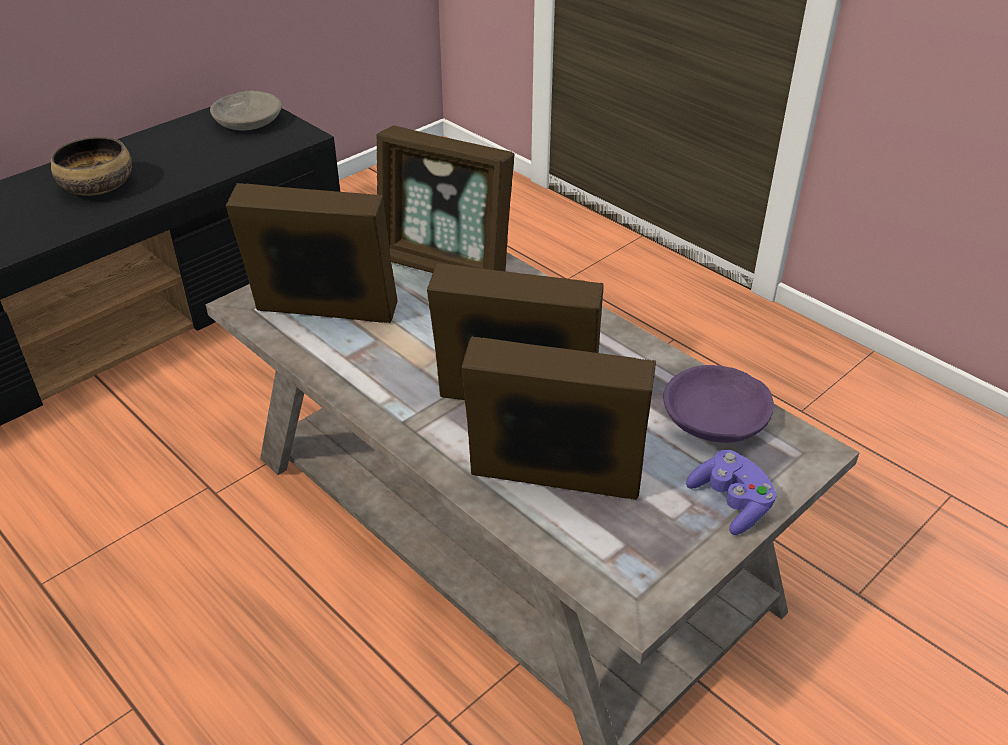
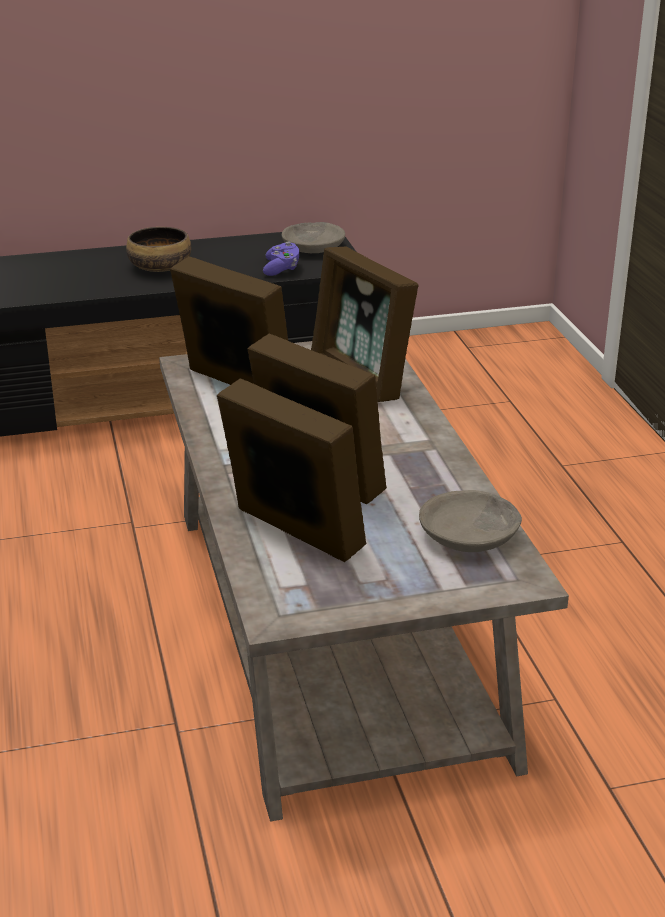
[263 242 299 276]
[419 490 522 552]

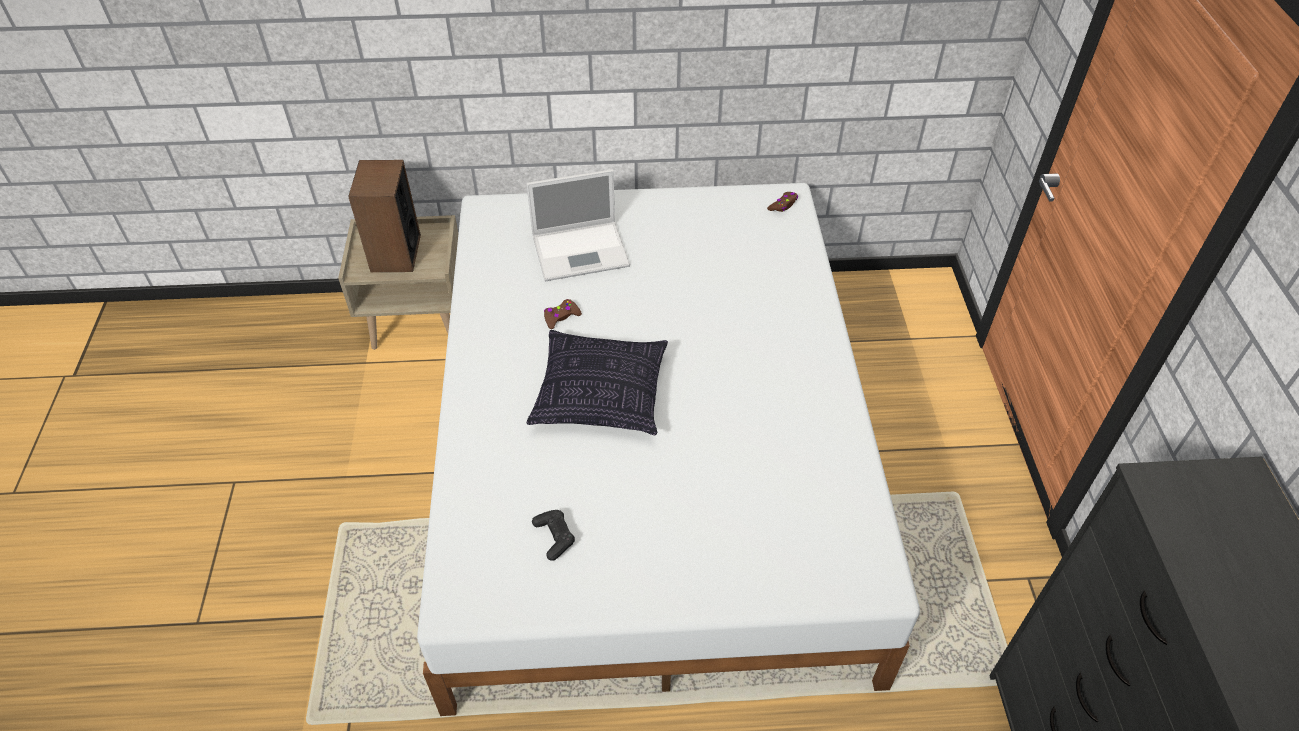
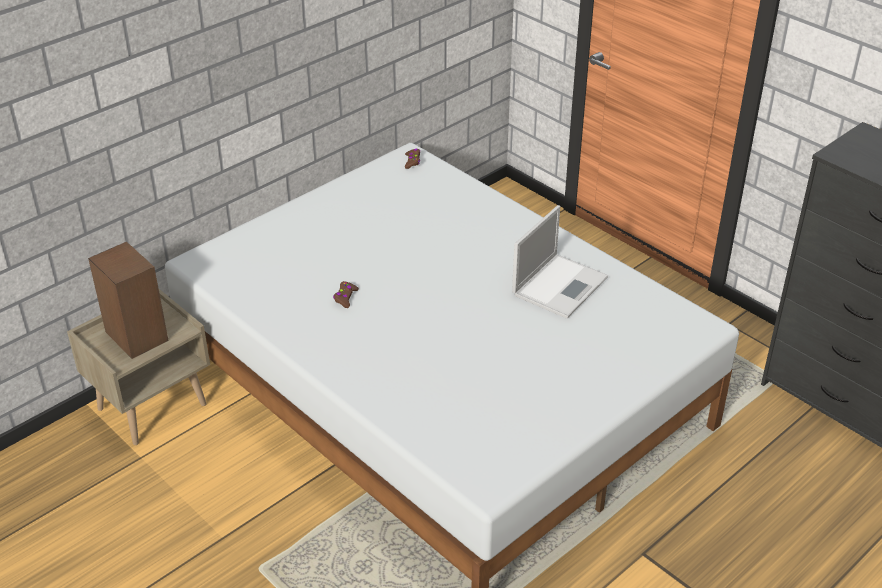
[512 205 608 319]
[527 330 668 435] (first image)
[532 510 575 561] (first image)

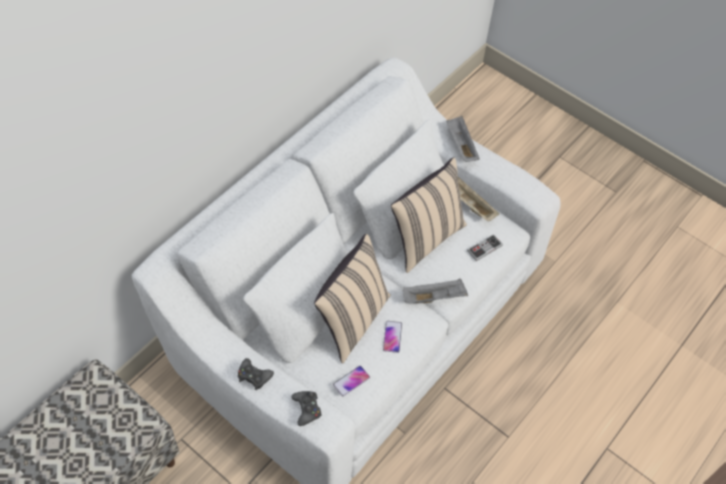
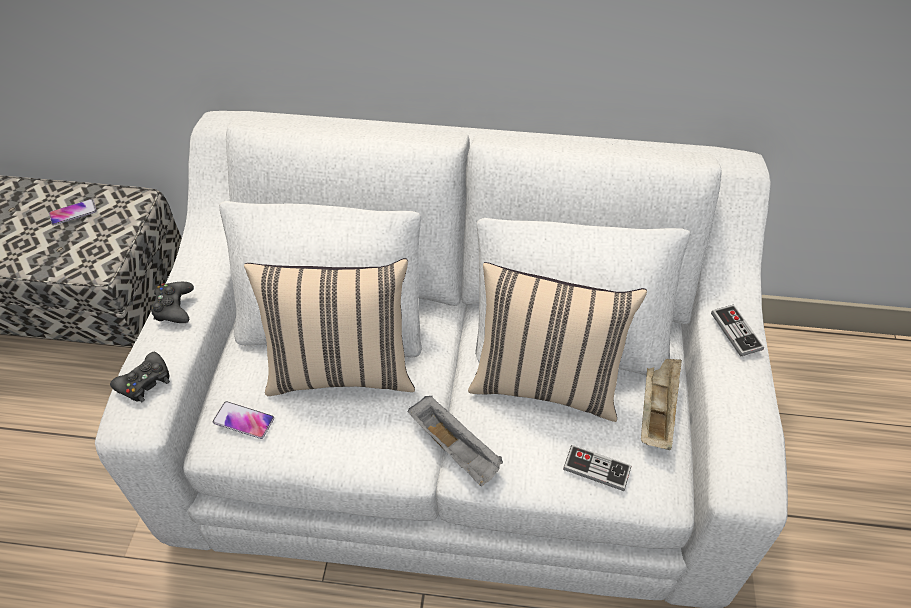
[49 199 97 225]
[711 304 764 357]

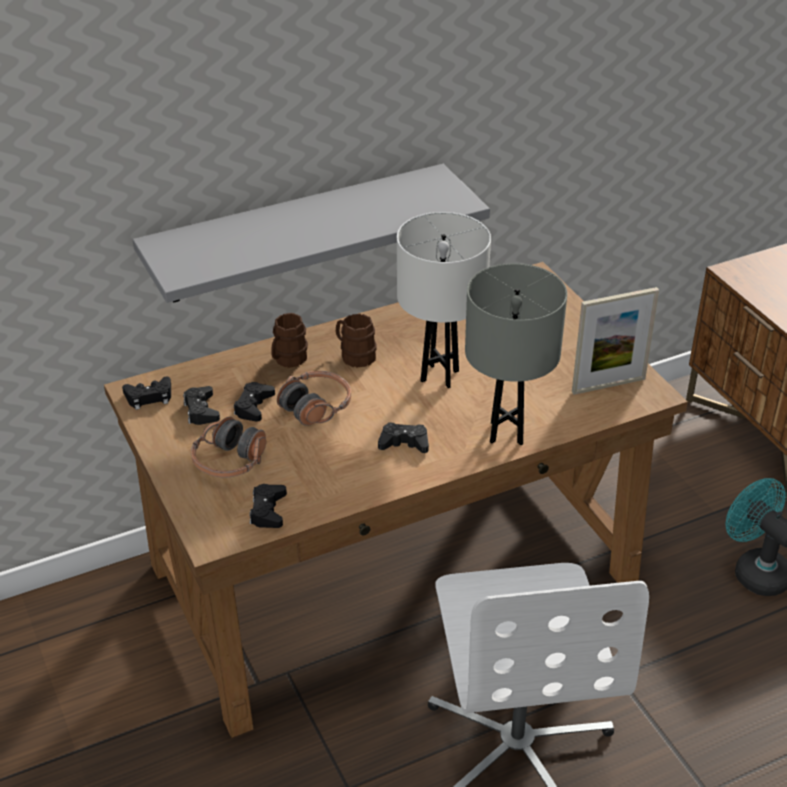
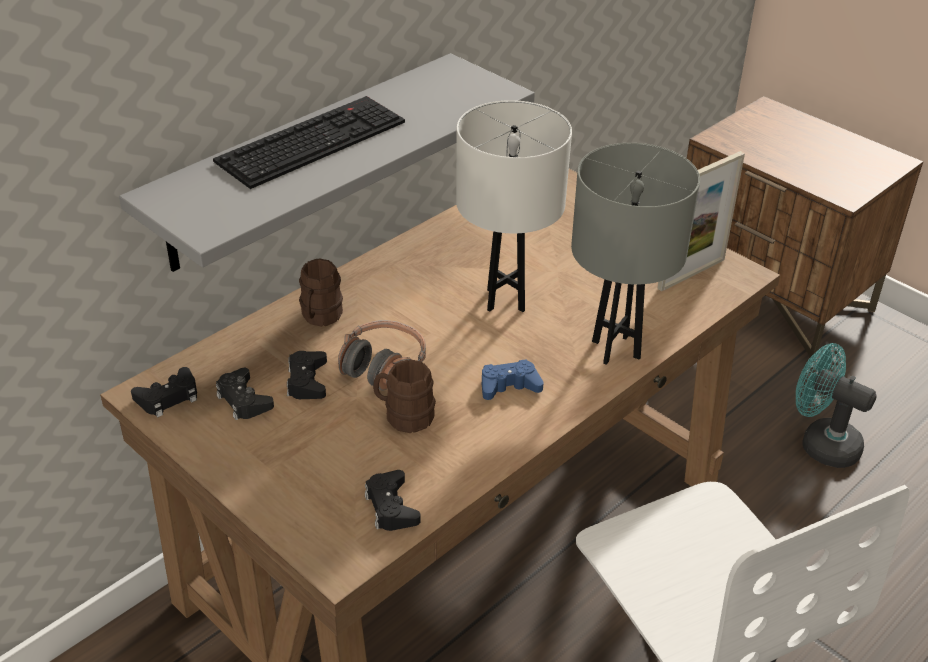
[213 96 405 189]
[373 359 436 433]
[482 359 544 400]
[191 417 266 477] (first image)

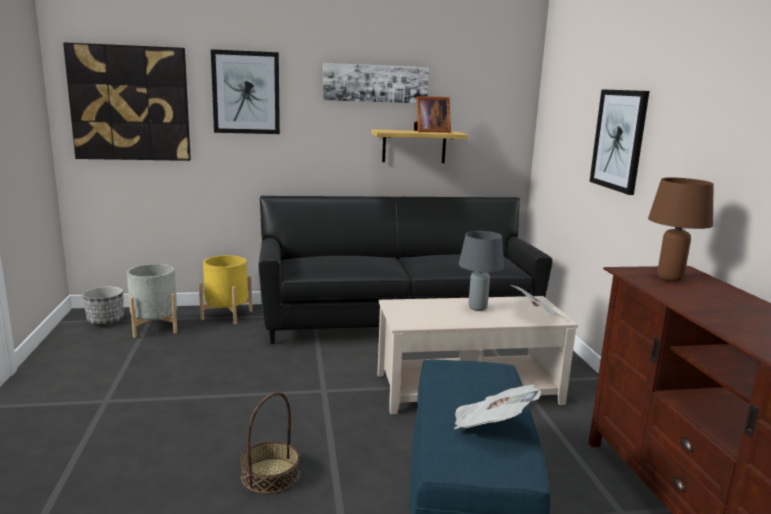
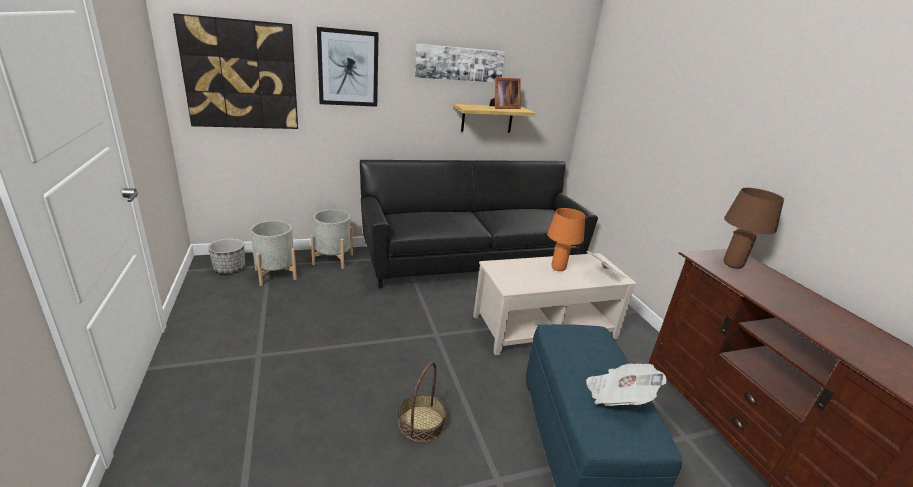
[311 210 353 269]
[547 208 585 271]
[589 89 649 195] (first image)

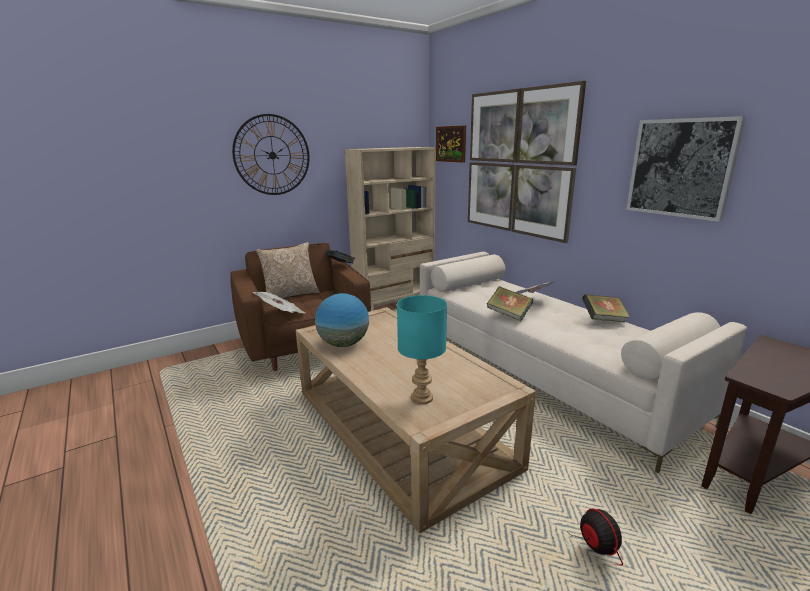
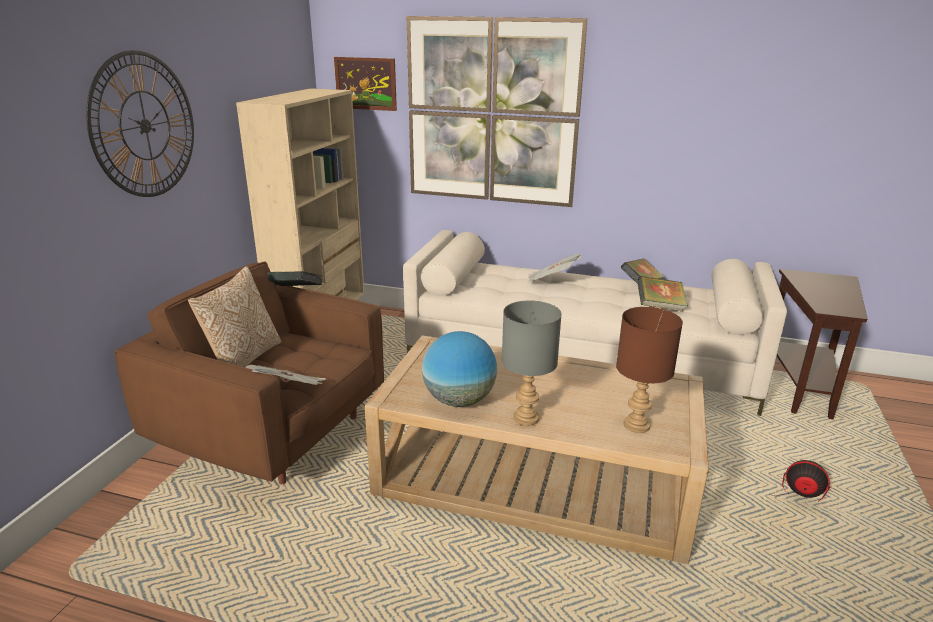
[502 301 562 426]
[616 307 683 433]
[637 276 688 312]
[626 116 746 222] (first image)

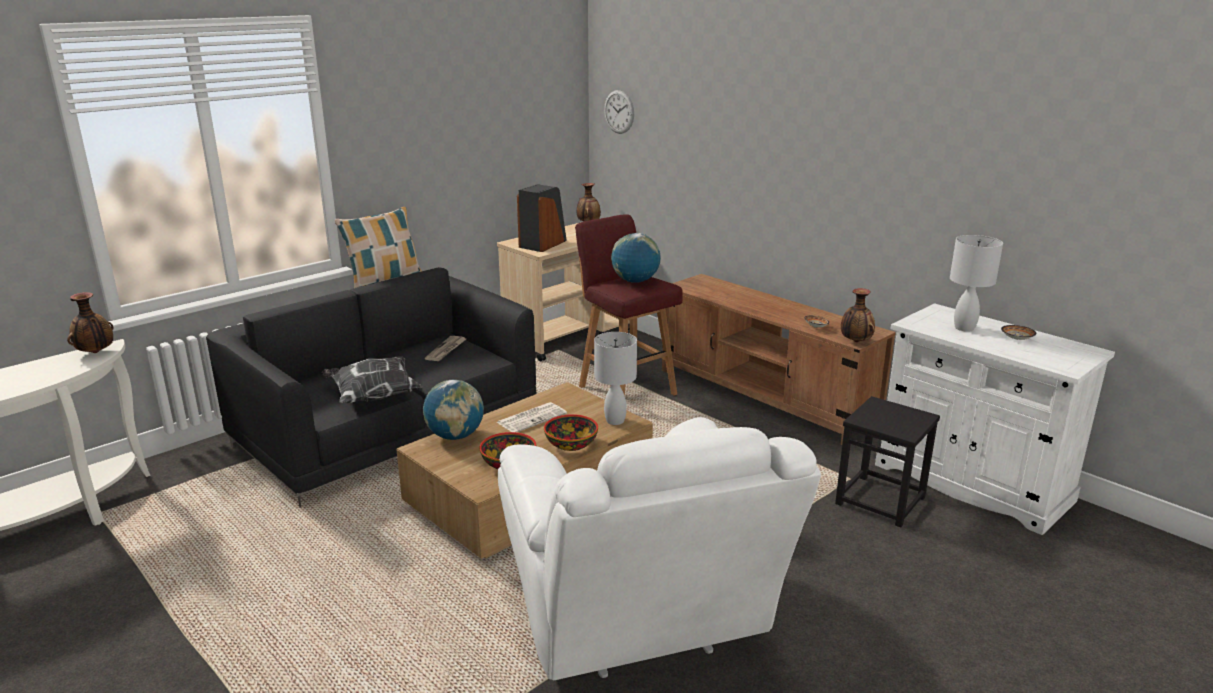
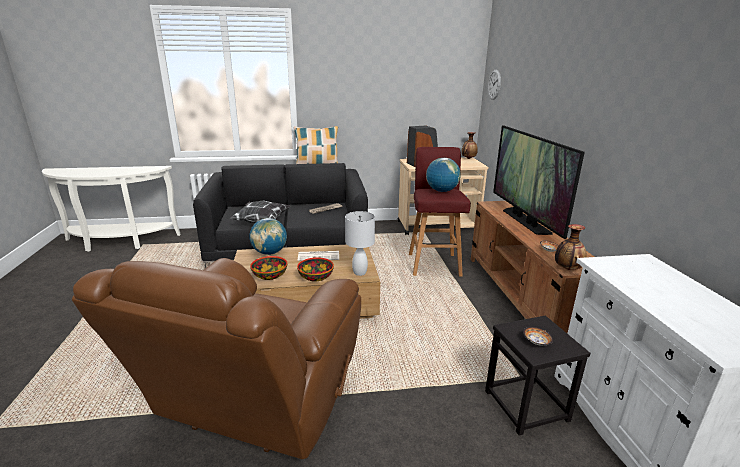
[72 258 361 459]
[493 125 585 239]
[523 327 553 346]
[67 292 114 353] (first image)
[950 235 1003 332] (first image)

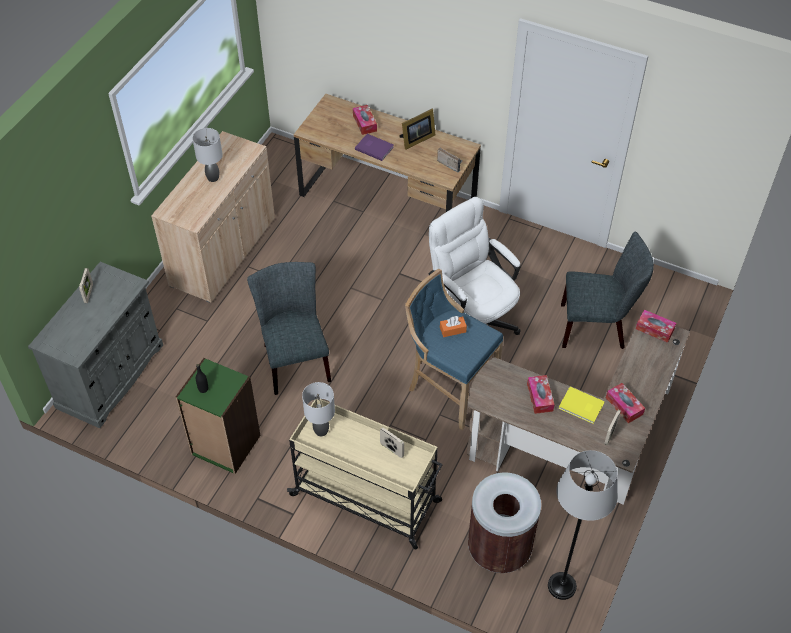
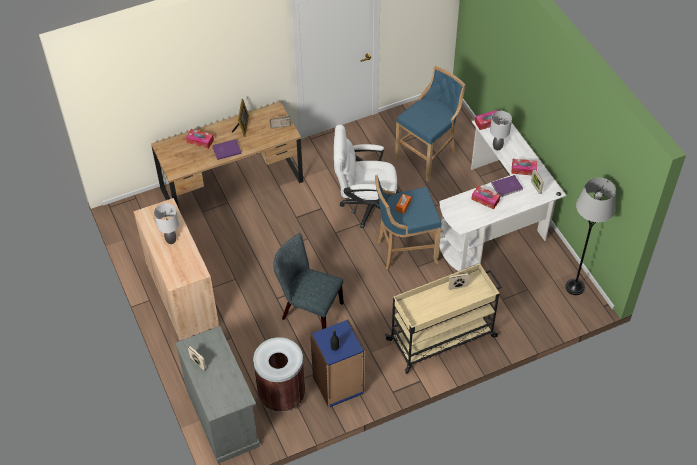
[253 337 305 412]
[310 319 365 408]
[394 66 466 182]
[439 110 566 271]
[490 111 512 150]
[491 175 523 197]

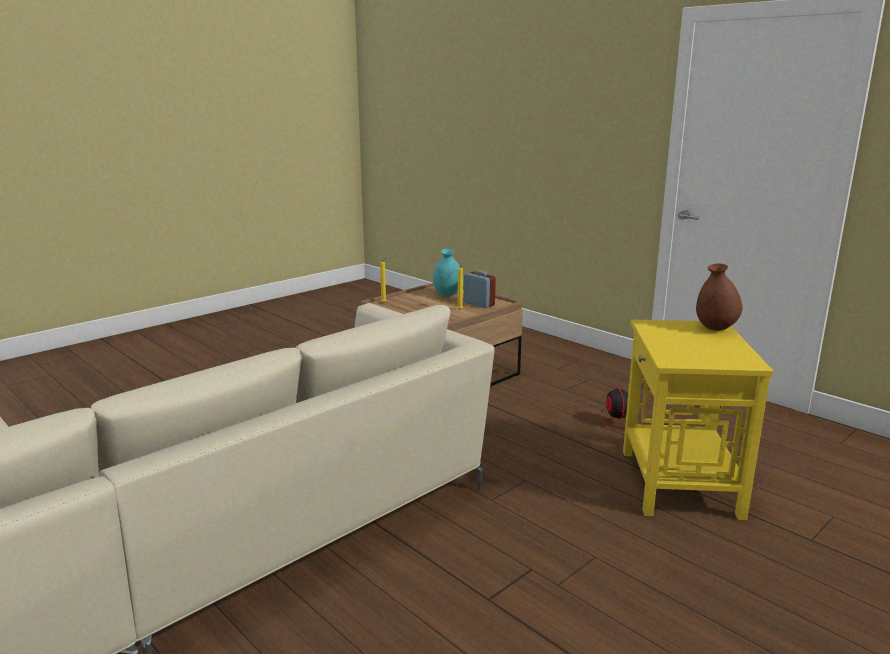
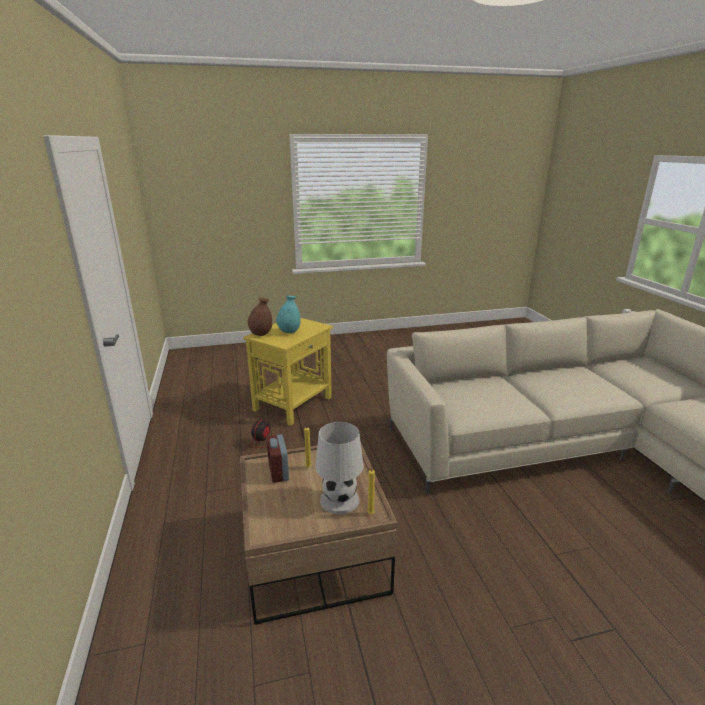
[276 296 301 333]
[315 422 363 514]

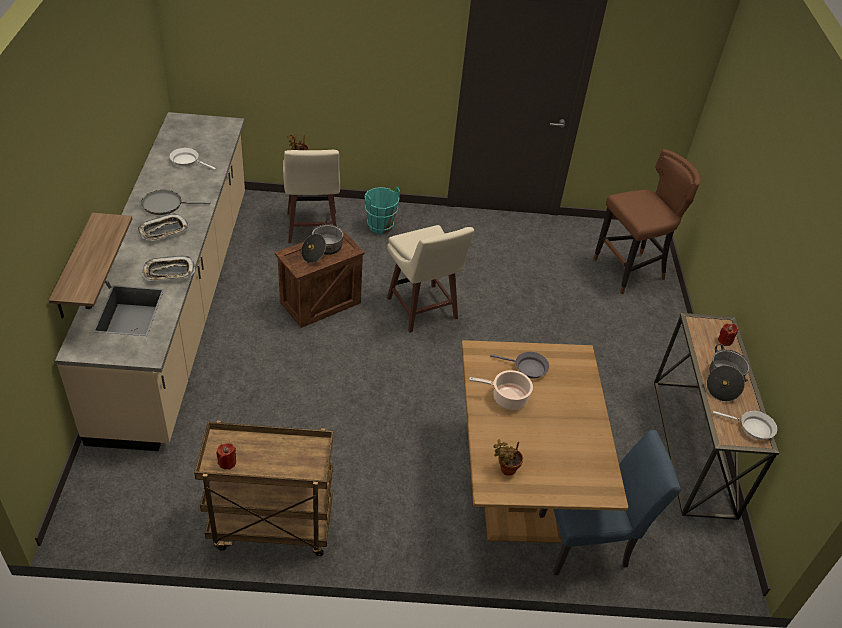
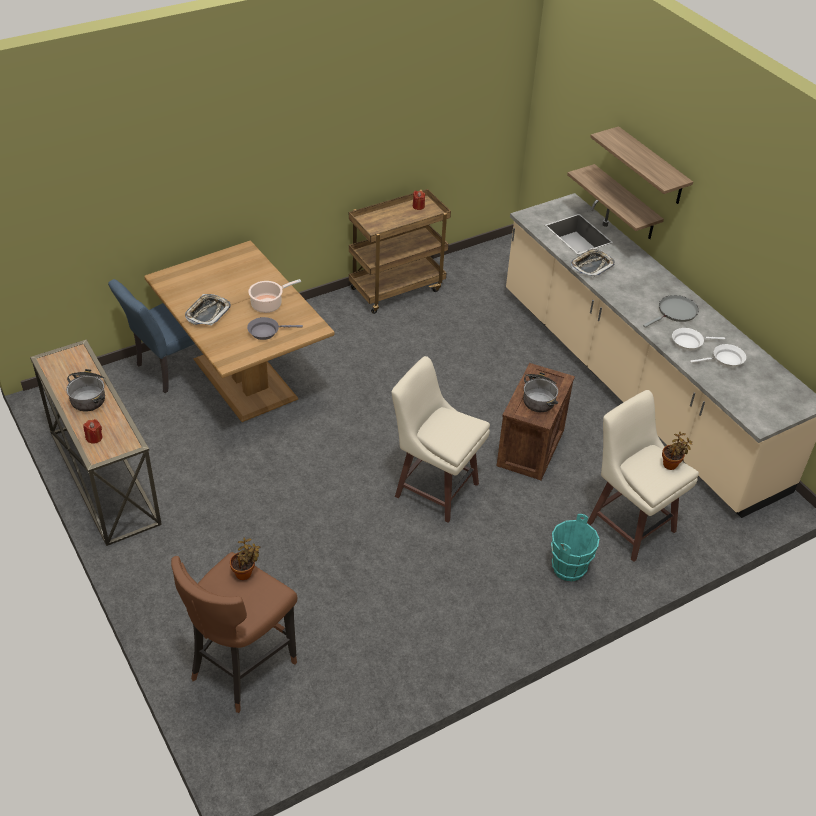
[185 294 231 326]
[230 538 260 580]
[590 126 693 204]
[672 328 725 351]

